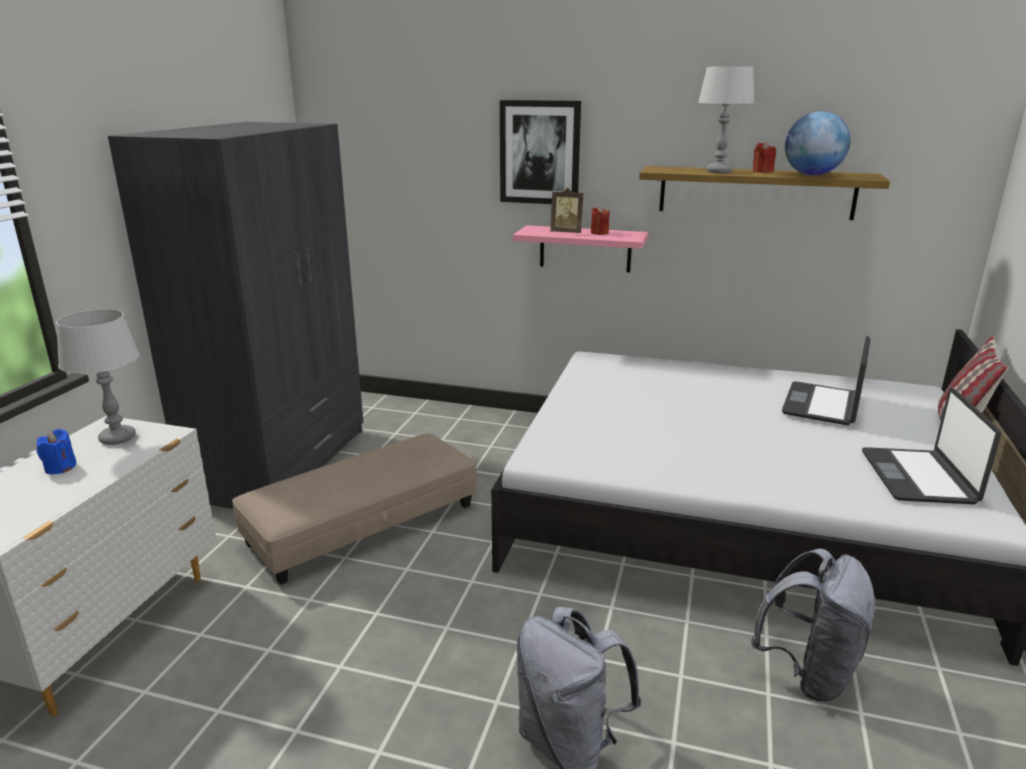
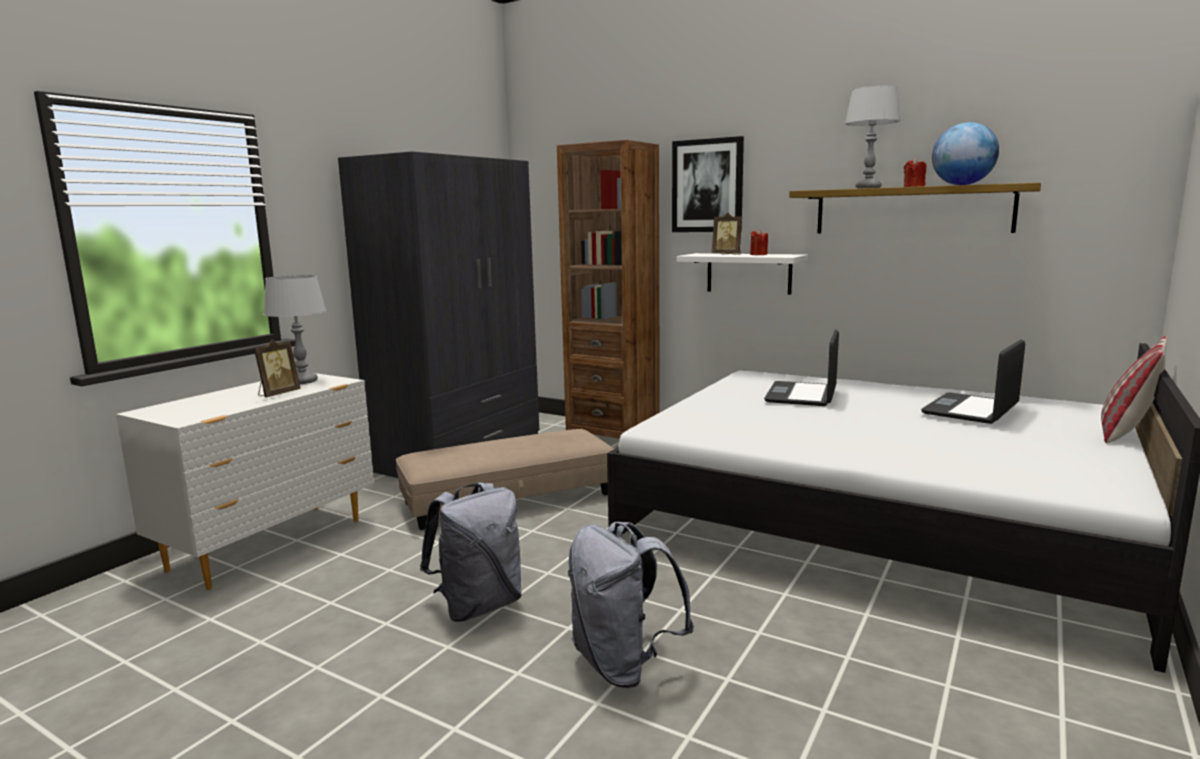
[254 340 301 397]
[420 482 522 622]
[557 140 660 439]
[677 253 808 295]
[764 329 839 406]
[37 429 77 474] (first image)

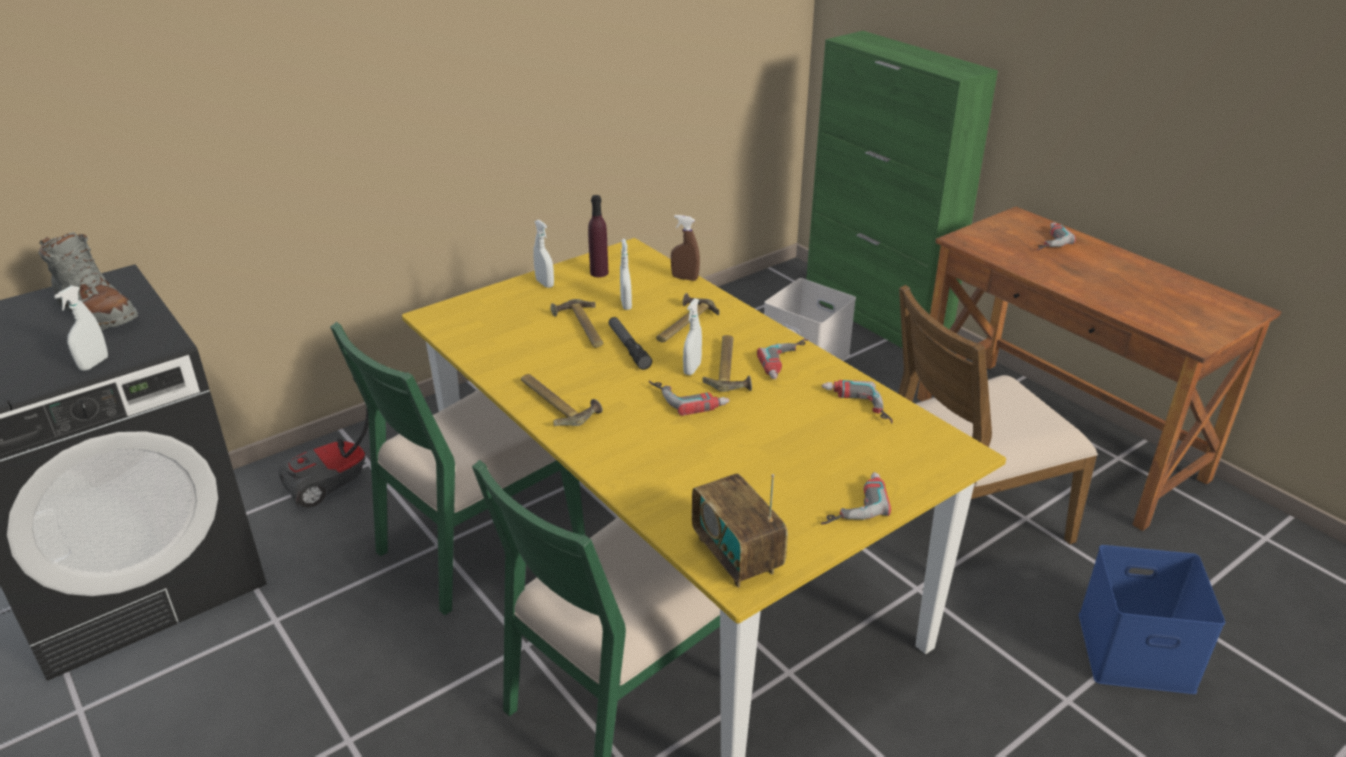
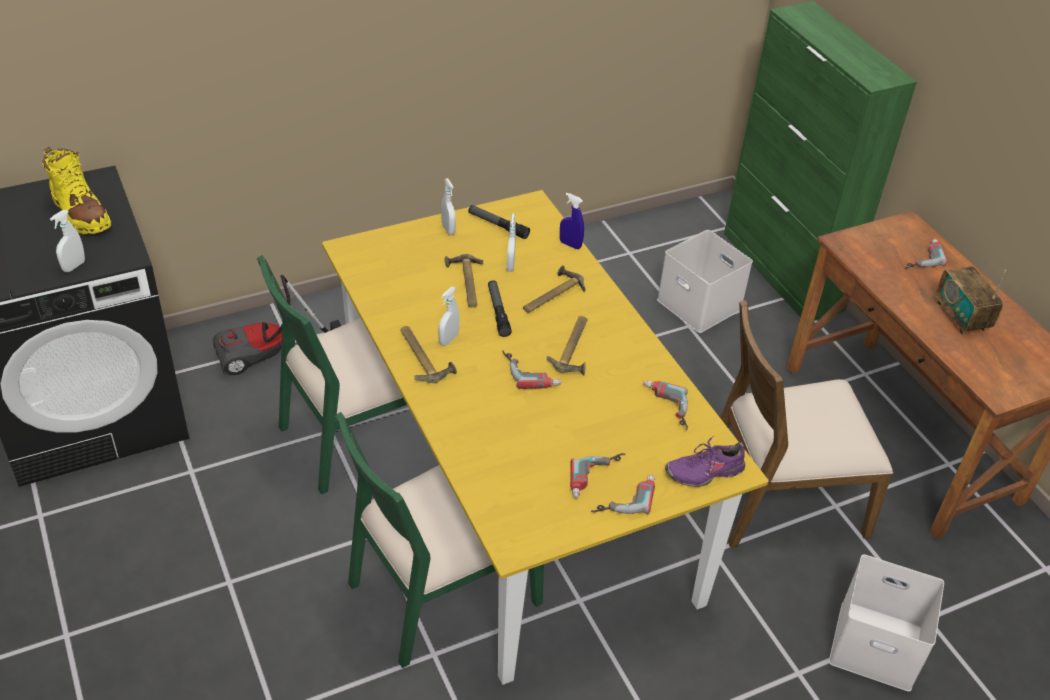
[42 147 111 234]
[438 287 460 346]
[468 205 530 239]
[560 193 584 249]
[570 453 625 498]
[665 436 745 487]
[829 554 944 692]
[936 266 1006 335]

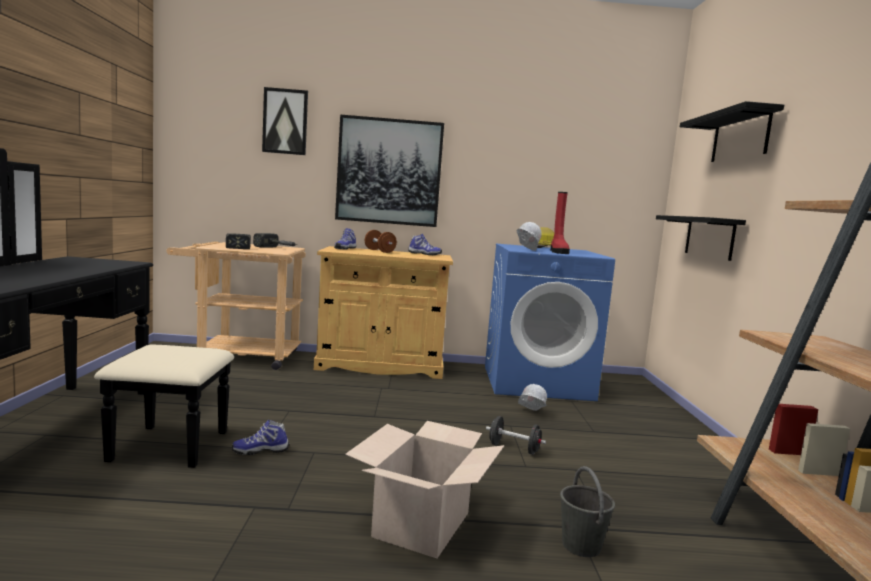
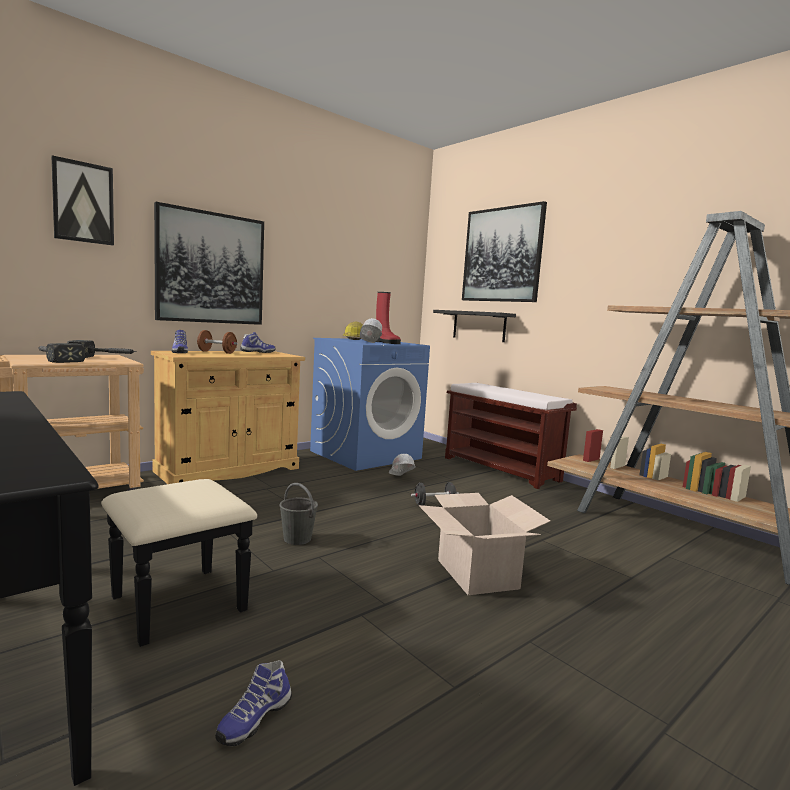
[215 660 292 746]
[279 483 318 545]
[445 383 577 489]
[462 201 547 302]

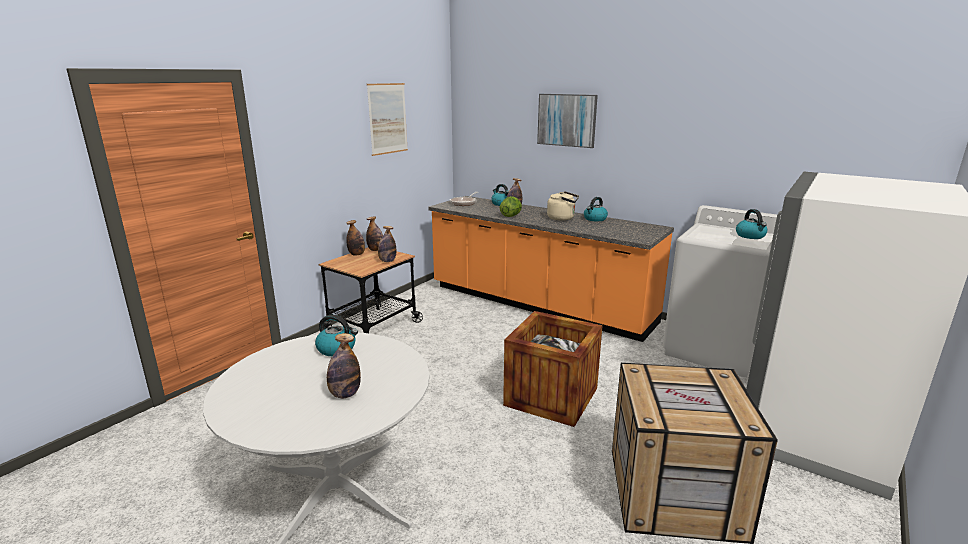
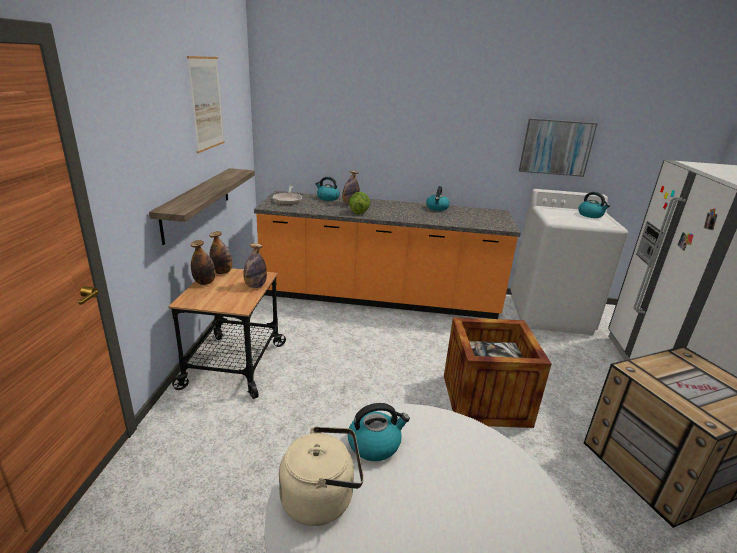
[149 168 255 245]
[279 426 364 526]
[519 118 598 177]
[327 333 361 398] (first image)

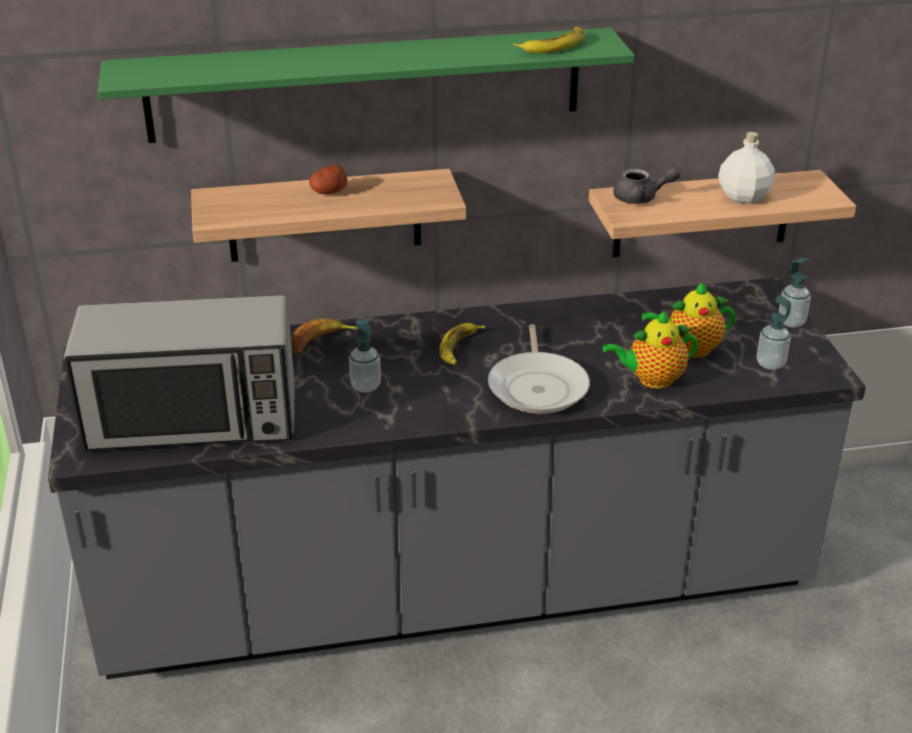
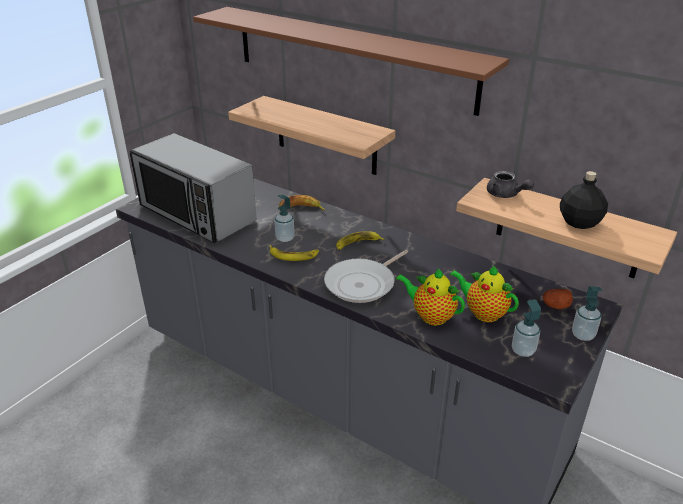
[193 7 509 116]
[269 245 319 261]
[543 289 573 309]
[560 171 608 229]

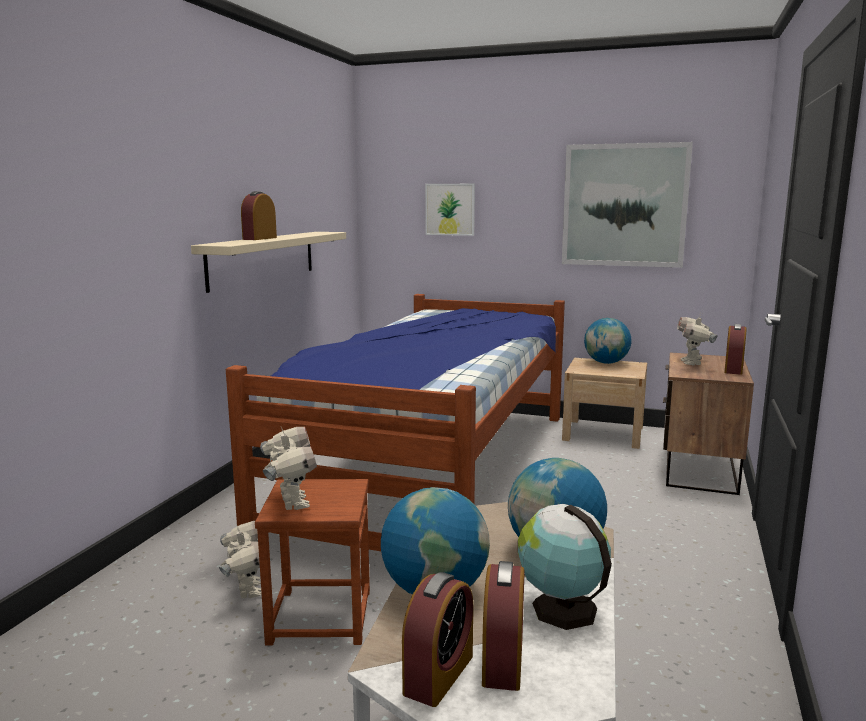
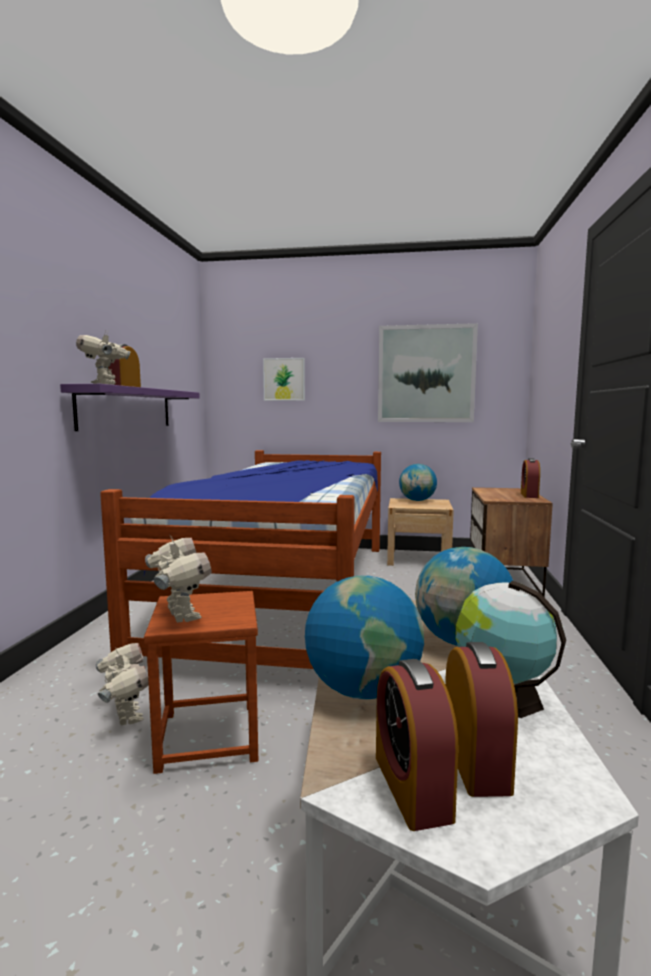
[60 384 200 431]
[76 330 130 385]
[376 659 458 831]

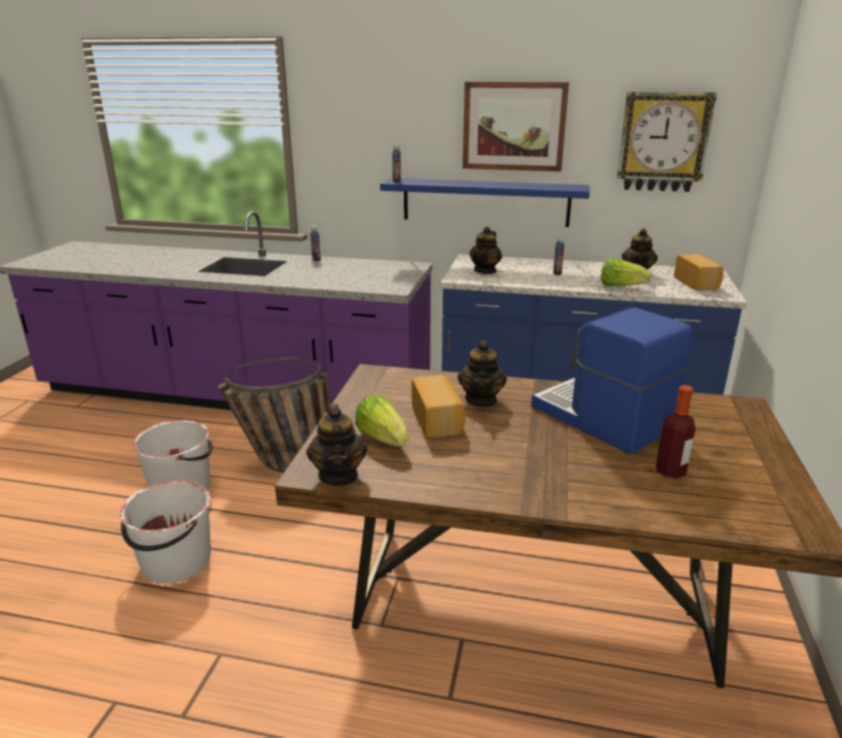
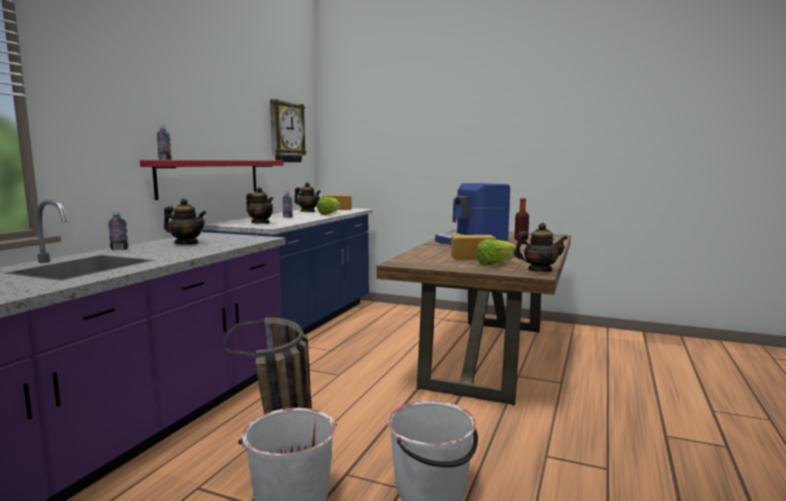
[140 160 284 200]
[164 198 206 244]
[463 82 569 172] (first image)

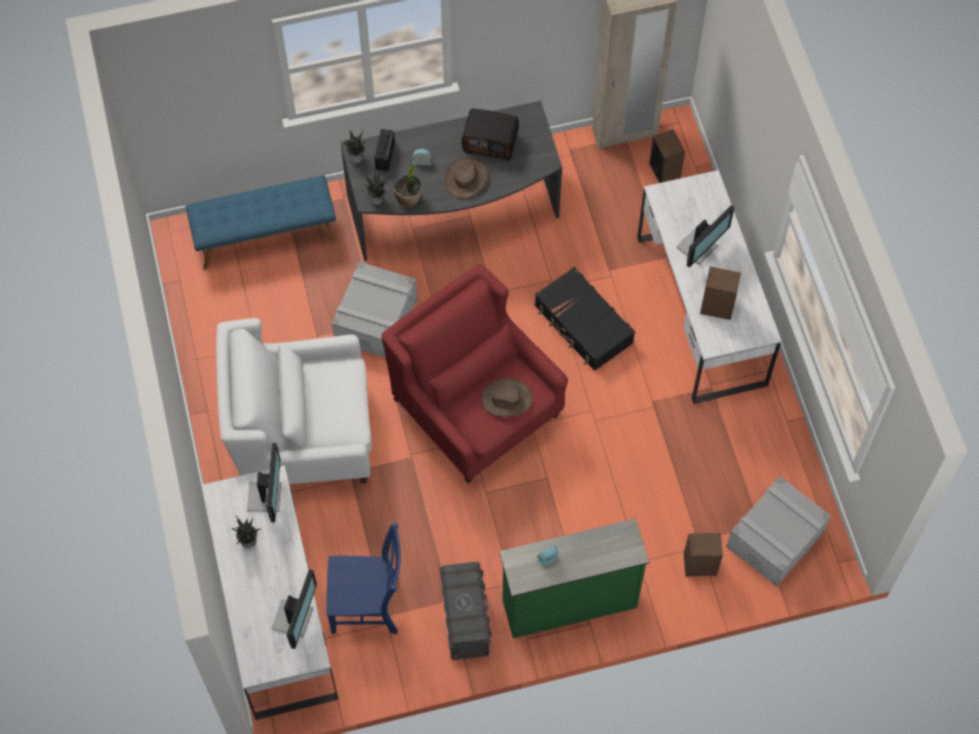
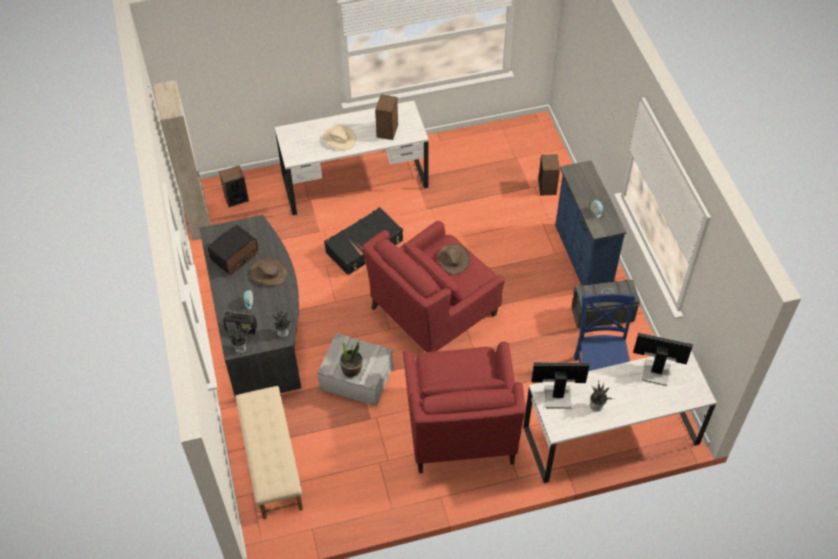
[208 225 258 275]
[235 386 303 519]
[322 125 356 150]
[340 341 363 378]
[403 342 525 473]
[555 160 626 286]
[726 476 831 587] (first image)

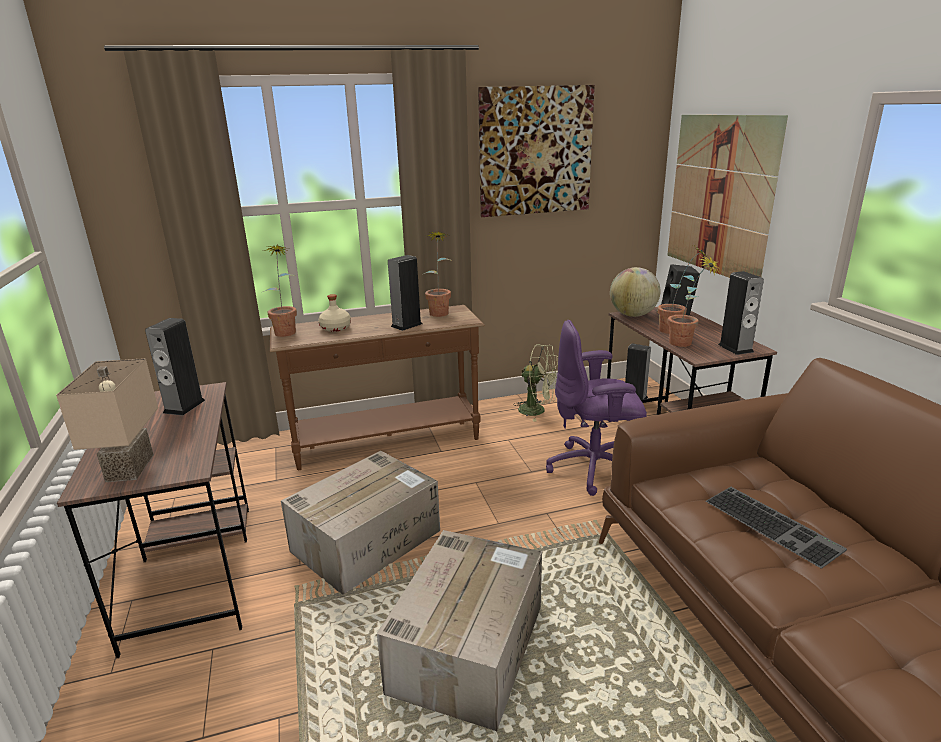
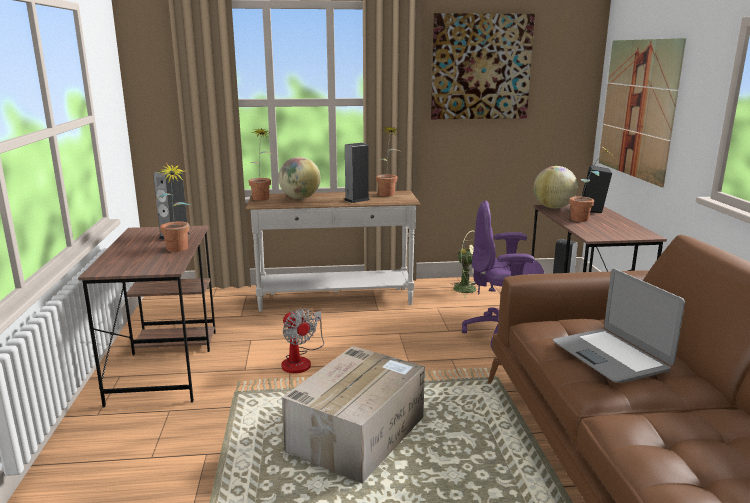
[157 163 190 252]
[246 191 421 312]
[278 157 321 199]
[281 309 324 373]
[553 269 685 383]
[56 358 158 482] (first image)
[718 271 764 355] (first image)

